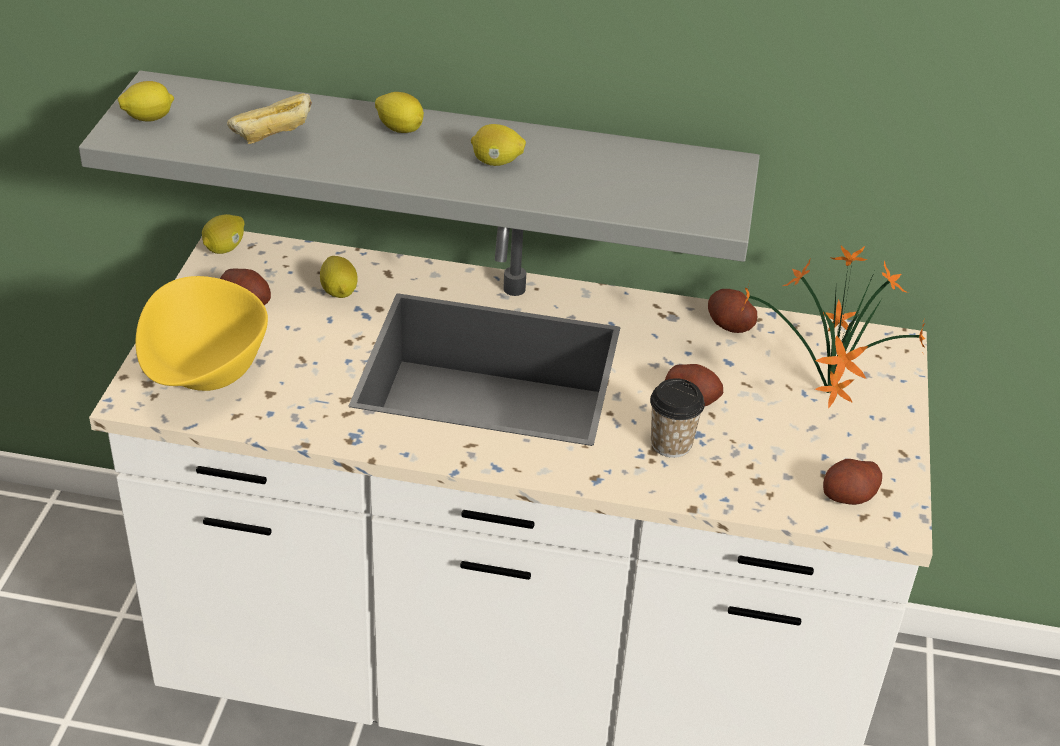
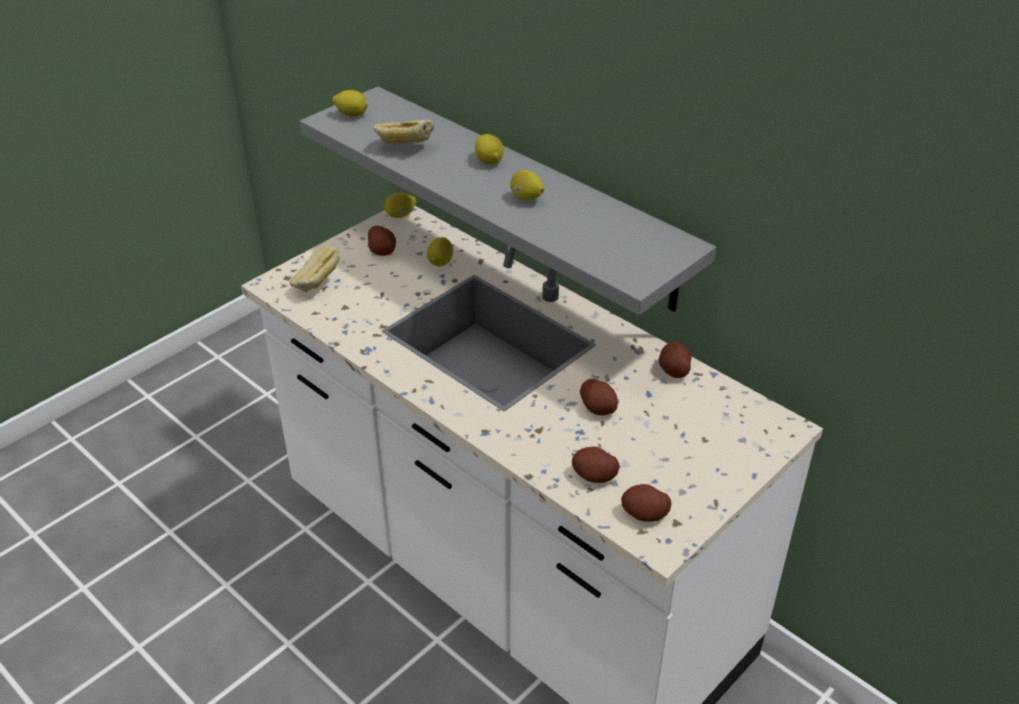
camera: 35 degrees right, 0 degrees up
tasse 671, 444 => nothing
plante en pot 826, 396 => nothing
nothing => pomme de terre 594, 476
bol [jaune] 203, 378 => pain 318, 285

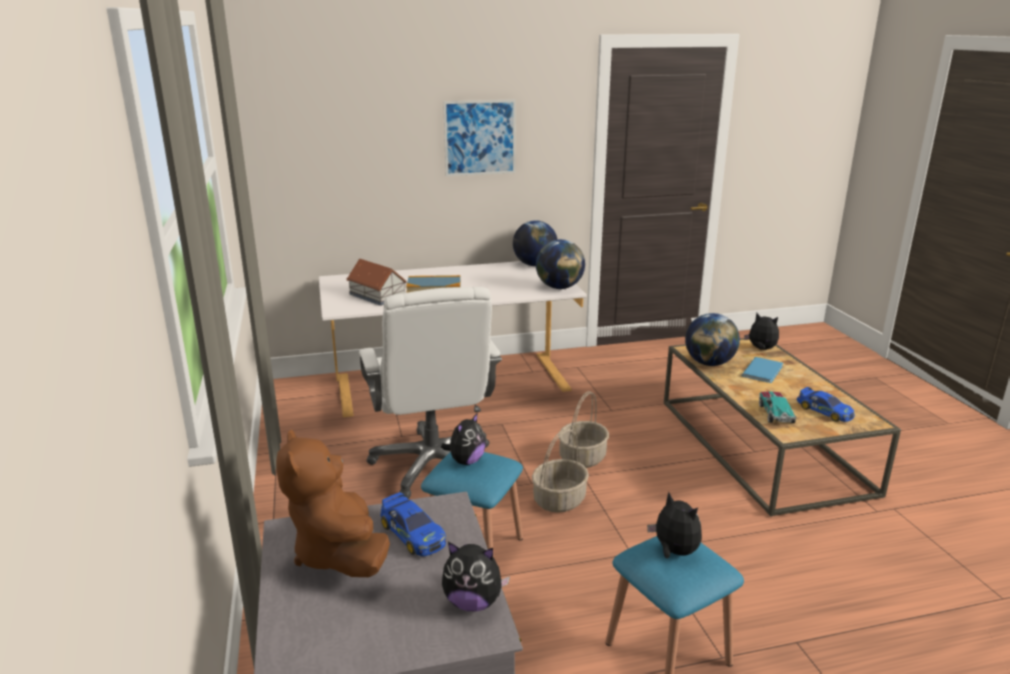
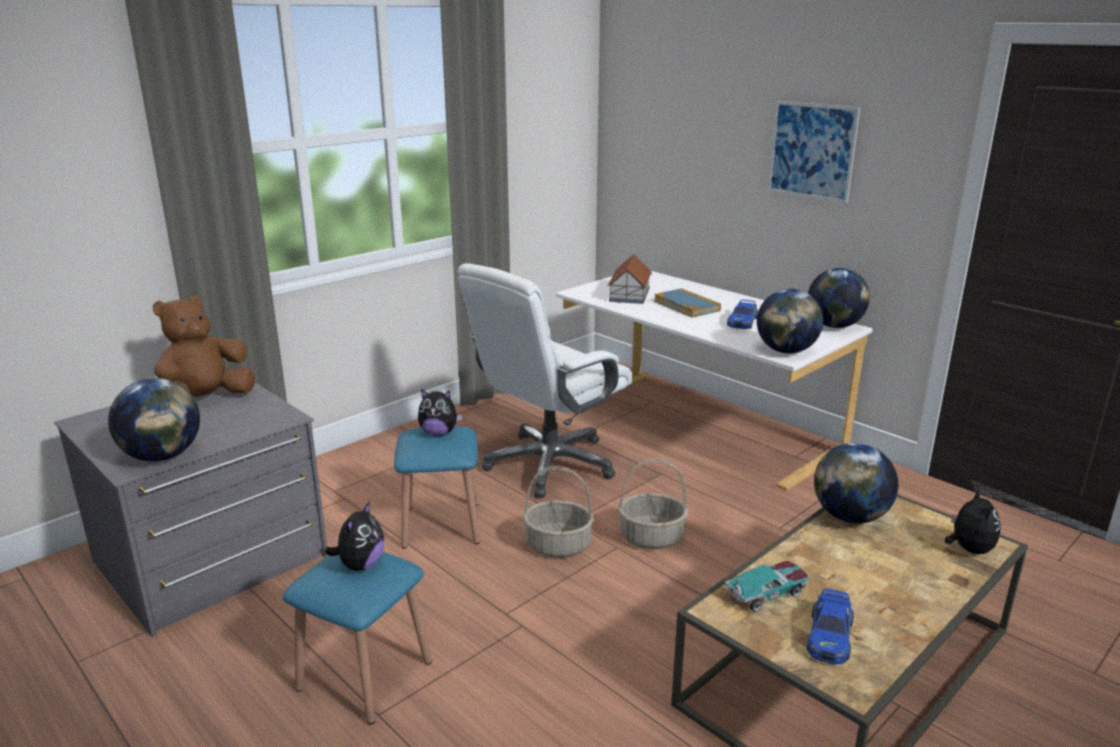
camera: 60 degrees right, 0 degrees up
livre [bleu] 764, 370 => nothing
petite voiture 412, 533 => petite voiture 742, 321, move
peluche 473, 602 => globe 162, 456

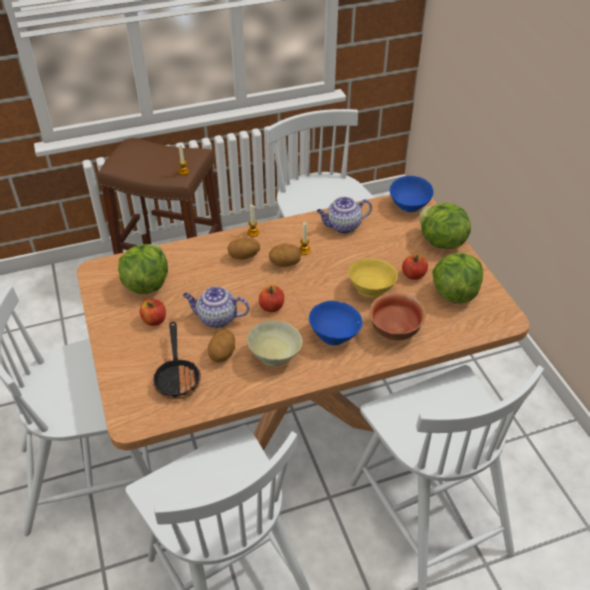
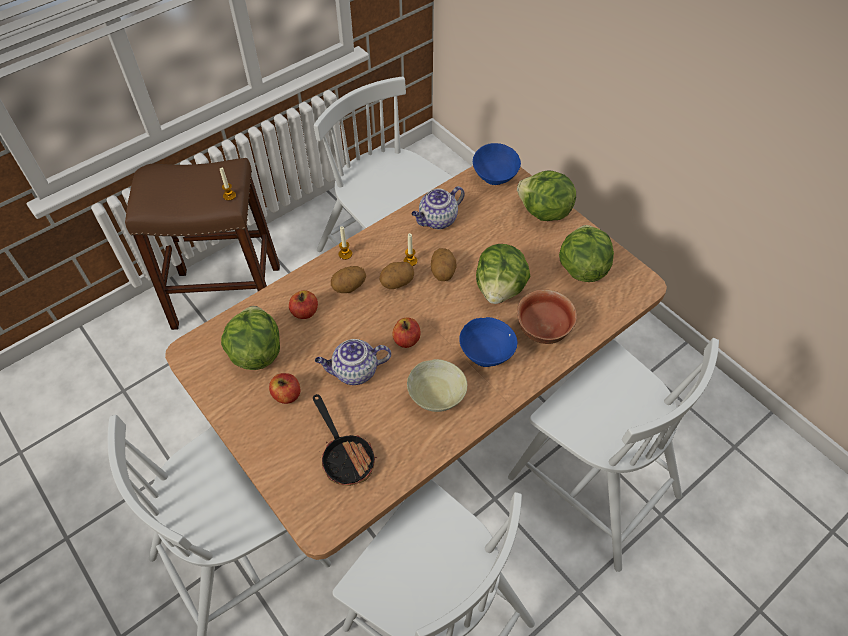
camera: 20 degrees left, 10 degrees up
pomme de terre 223, 354 => pomme de terre 443, 272, move
pomme 413, 275 => pomme 305, 312, move
bol [jaune] 371, 290 => laitue 500, 289

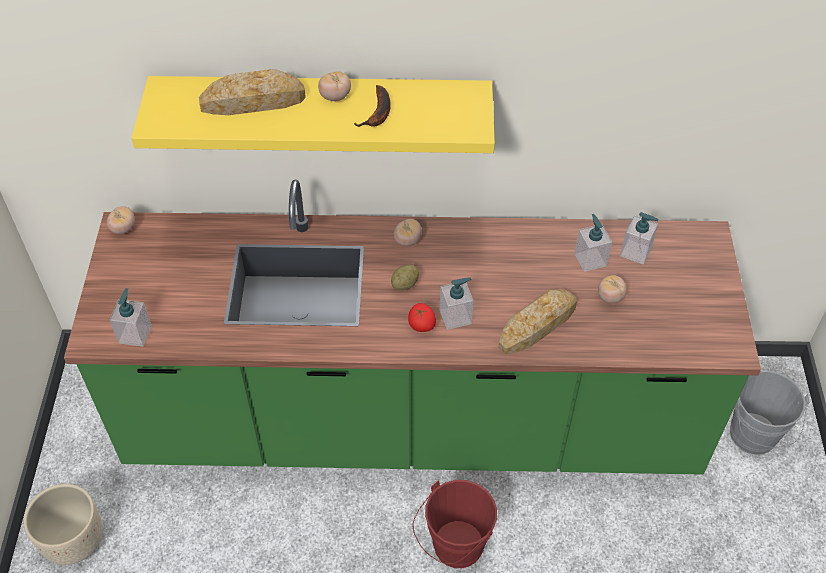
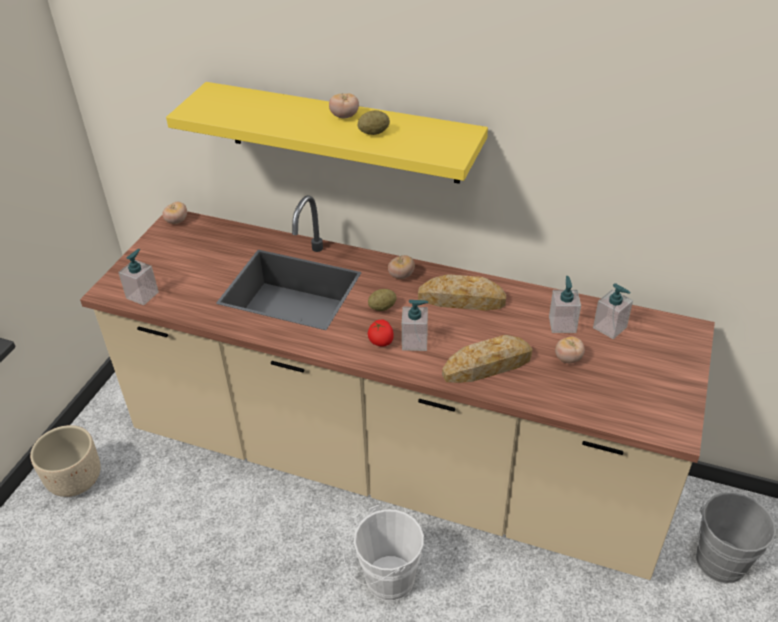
camera: 20 degrees right, 10 degrees down
pain 253, 101 => pain 461, 299, move
banane 378, 113 => pomme de terre 374, 133
comptoir de cuisine [vert] 413, 421 => comptoir de cuisine [beige] 393, 462
seau [rouge] 454, 548 => seau [blanc] 384, 581

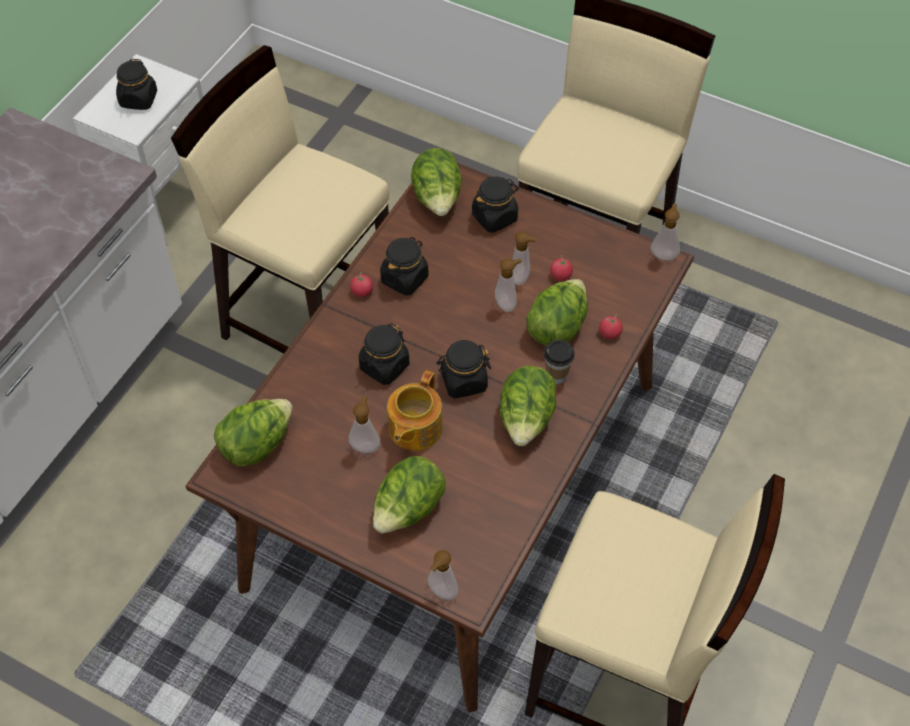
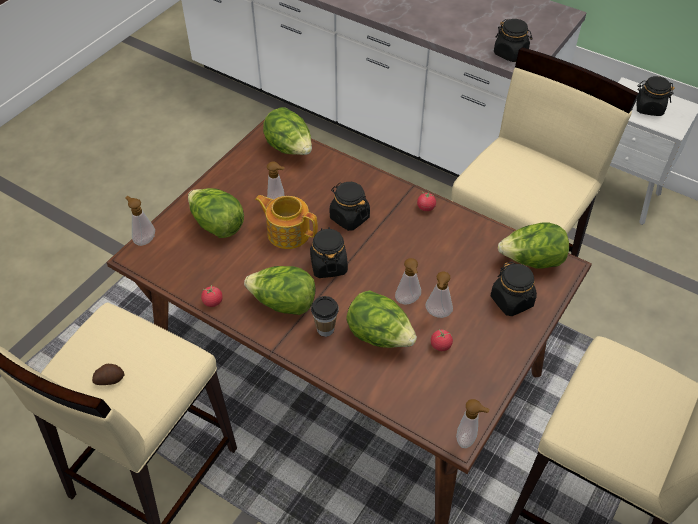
camera: 95 degrees right, 5 degrees down
nothing => pomme de terre 109, 379
bocal [noir] 404, 278 => bocal [noir] 510, 53, move
tomate 610, 333 => tomate 213, 302, move

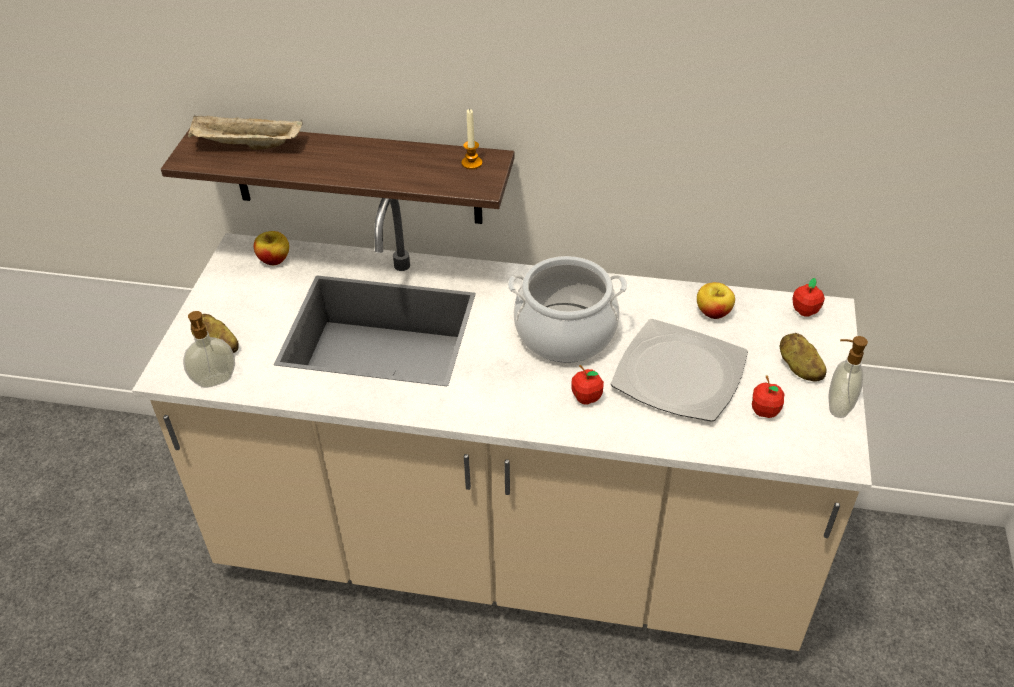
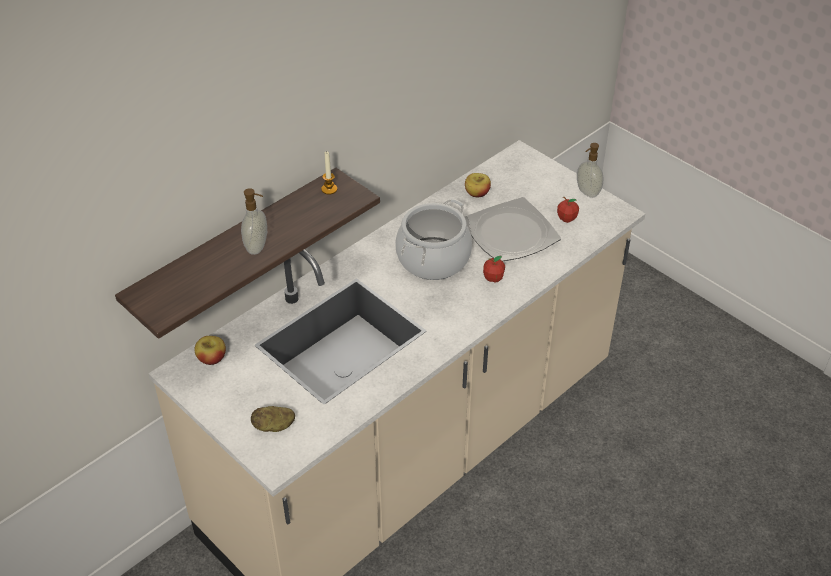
camera: 55 degrees left, 0 degrees up
plateau [beige] 246, 146 => nothing
pomme de terre 799, 368 => nothing
pomme 805, 311 => nothing
distributeur de savon 215, 381 => distributeur de savon 257, 247, move

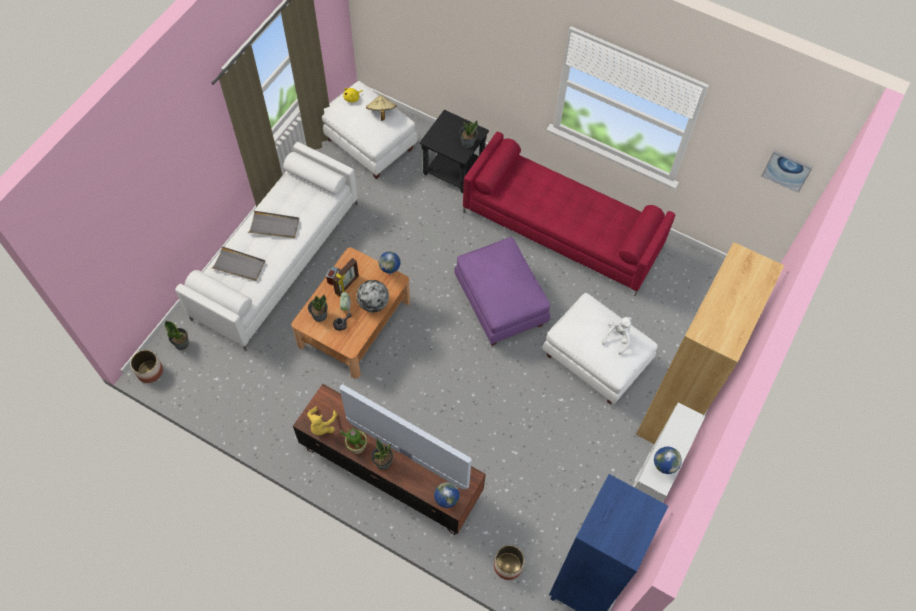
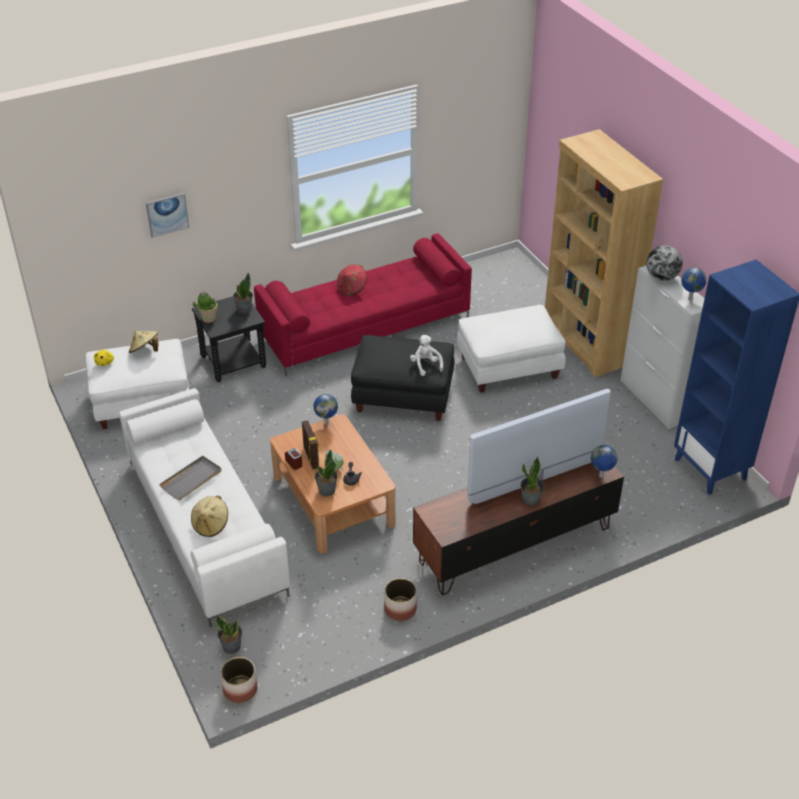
camera: 55 degrees left, 20 degrees down
peluche [jaune] 322, 426 => nothing
nothing => chapeau [rouge] 352, 288
plante en pot 357, 446 => plante en pot 208, 318, move
globe 373, 303 => globe 661, 277, move
cache-pot 507, 565 => cache-pot 400, 609, move
peluche [blanc] 617, 338 => peluche [blanc] 425, 365, move
tableau 787, 170 => tableau 167, 214, move
plateau [gris] 239, 265 => chapeau [beige] 211, 525
pouf [violet] 501, 304 => pouf [noir] 404, 396

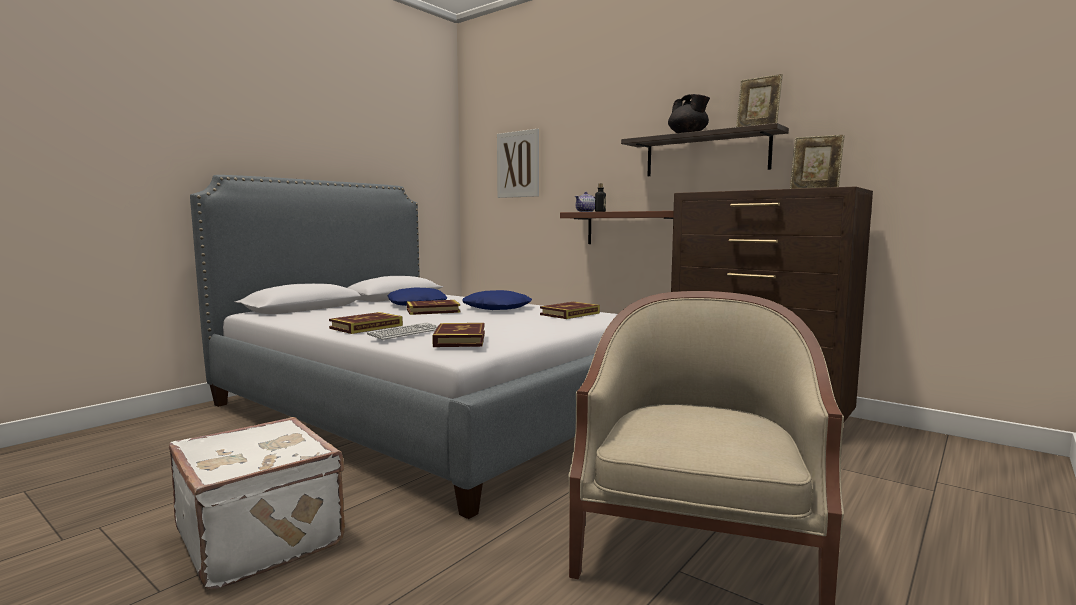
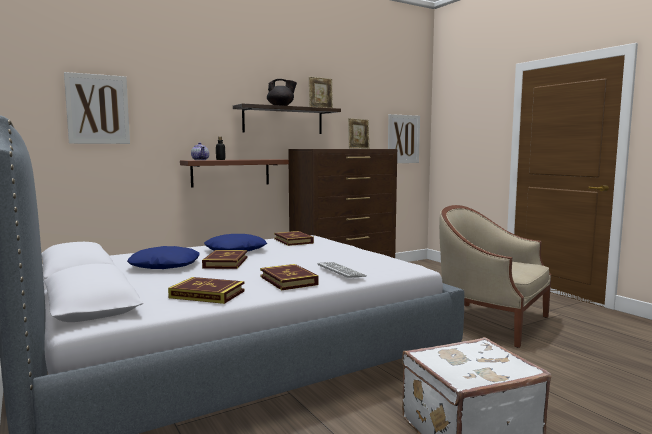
camera: 70 degrees left, 0 degrees up
nothing => tableau 403, 139
livre 460, 339 => livre 207, 294, move

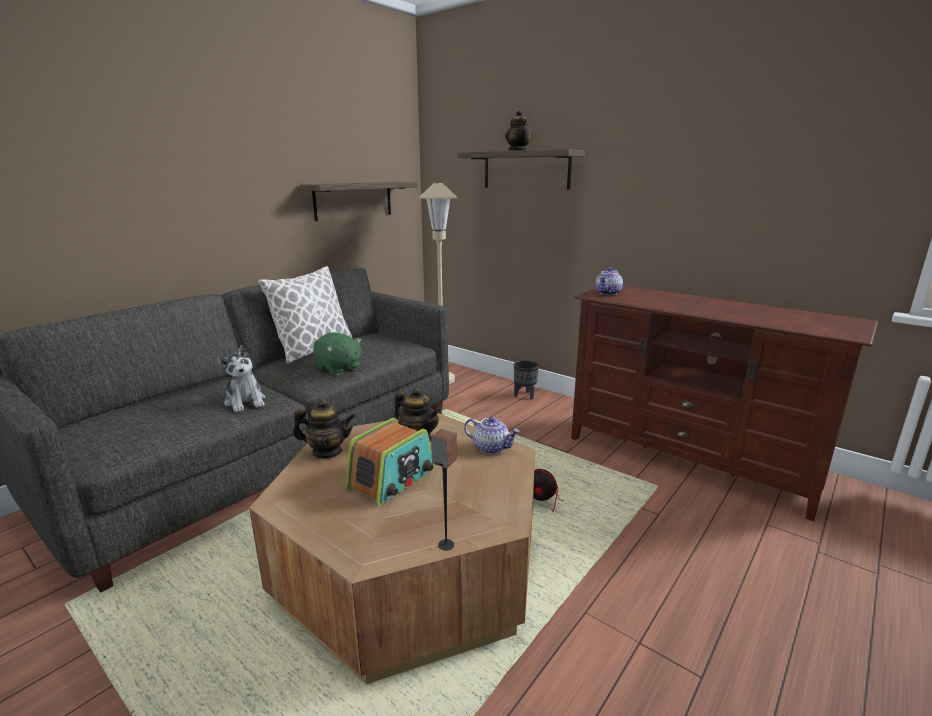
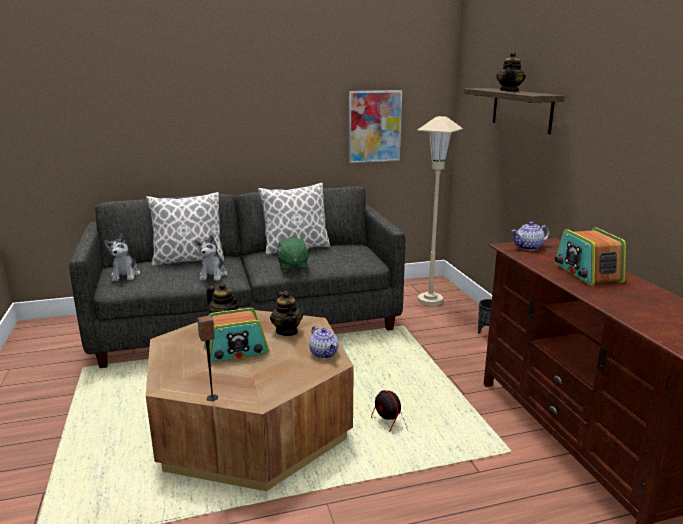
camera: 35 degrees right, 0 degrees up
nothing => peluche 125, 275
nothing => coussin 188, 260
nothing => radio 587, 273
étagère 353, 200 => tableau 374, 126

